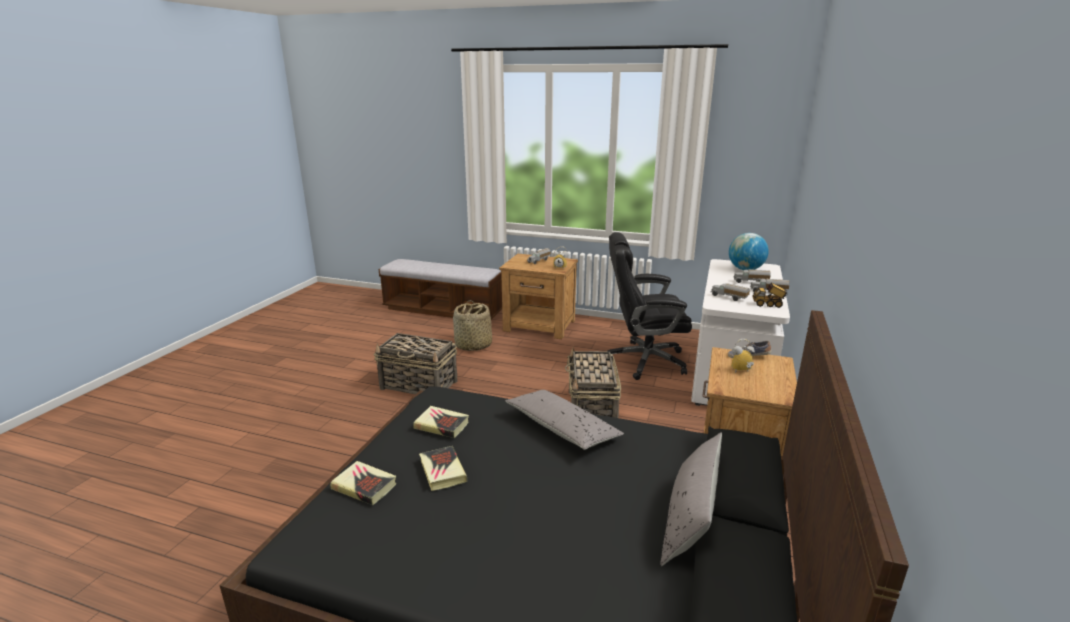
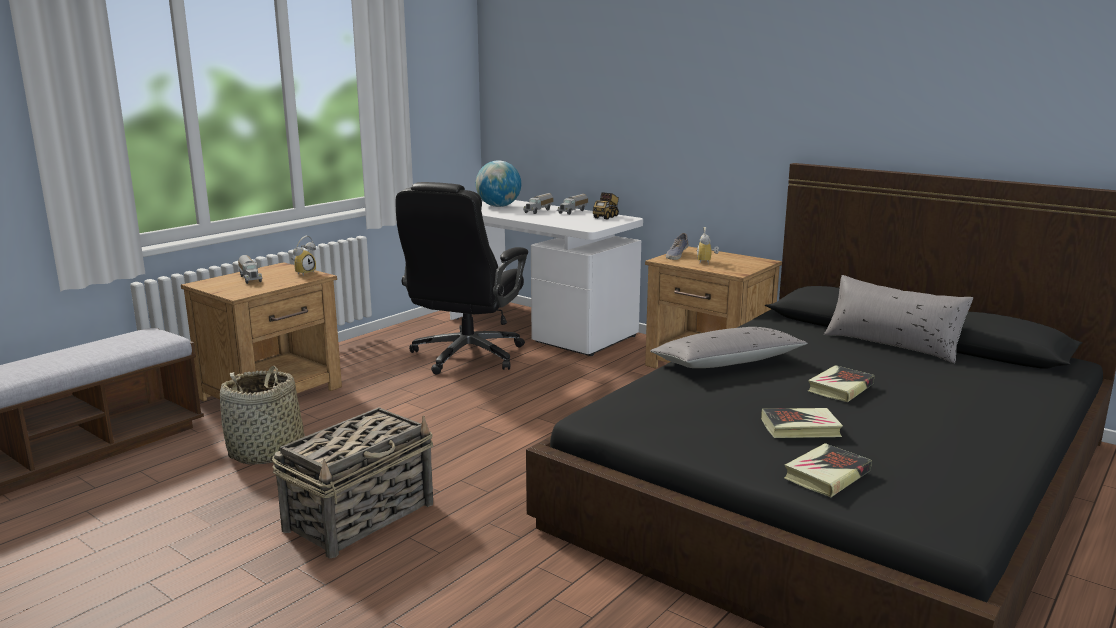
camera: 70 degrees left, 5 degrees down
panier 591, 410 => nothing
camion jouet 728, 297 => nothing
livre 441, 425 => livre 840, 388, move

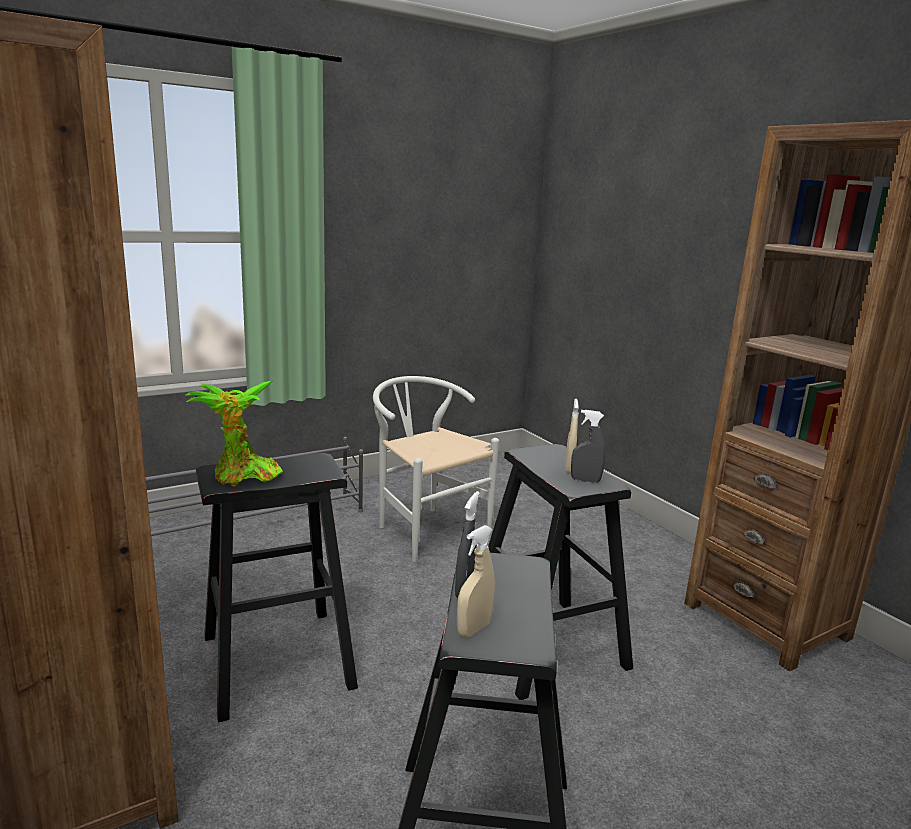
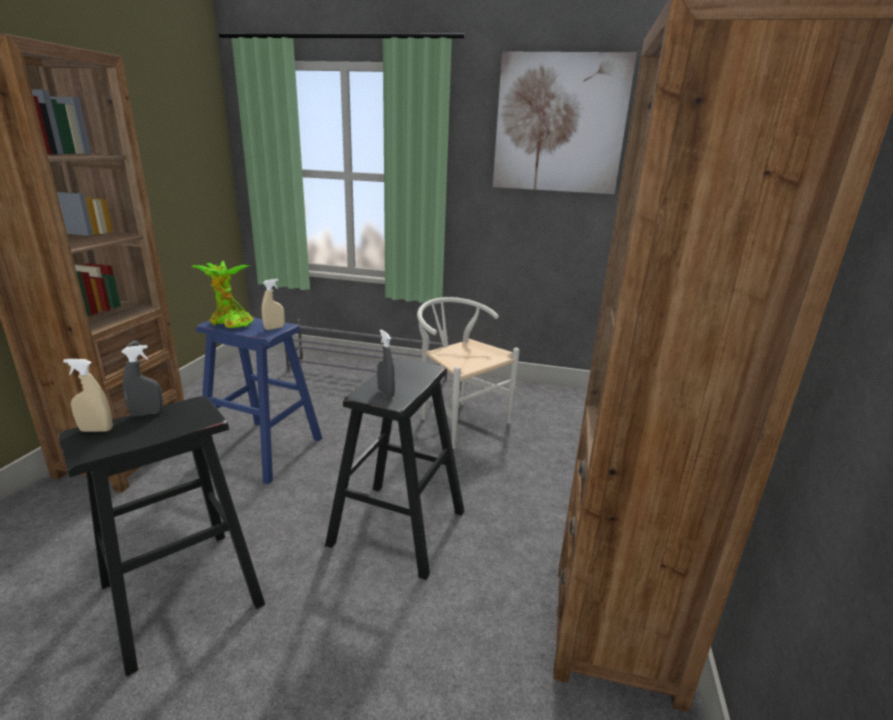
camera: 45 degrees right, 5 degrees up
nothing => tableau 559, 124
vaporisateur [beige] 569, 468 => vaporisateur [beige] 274, 328, move
tabouret [noir] 278, 661 => tabouret [bleu] 263, 450
chaise [blanc] 425, 529 => chaise [blanc] 458, 420, 45 degrees counterclockwise

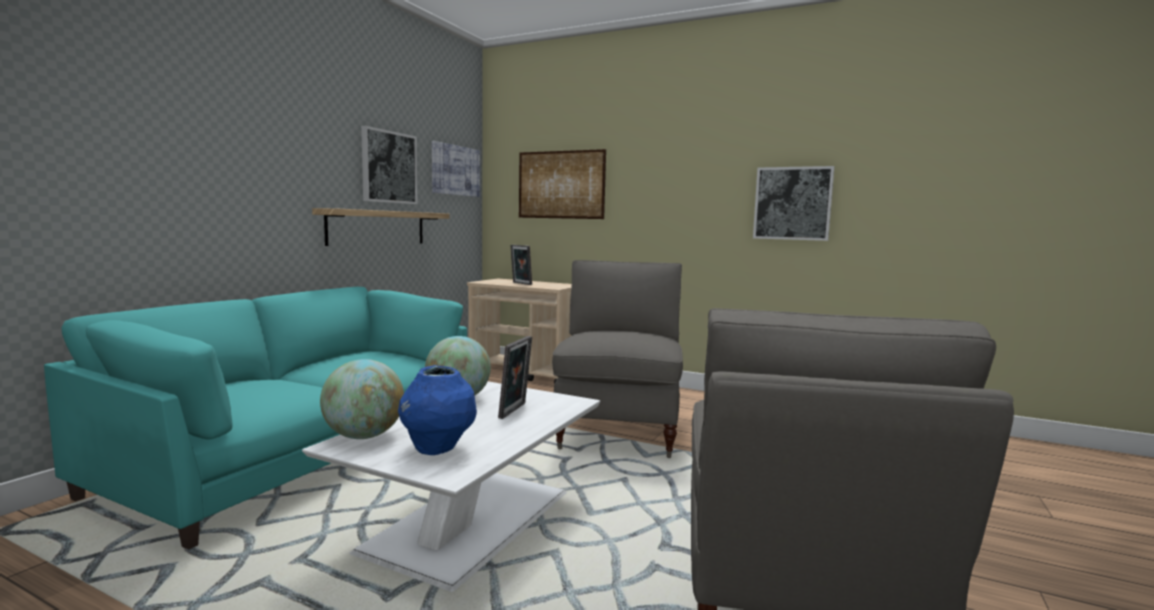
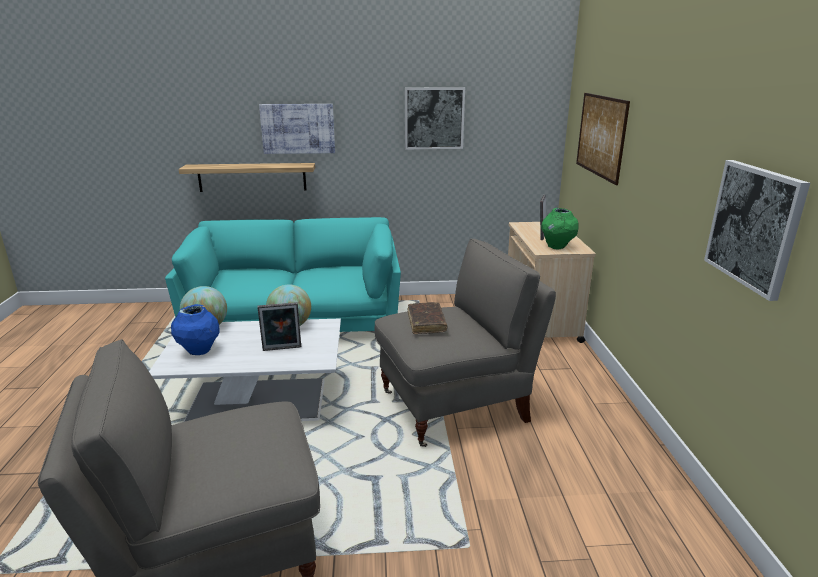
camera: 60 degrees right, 15 degrees up
nothing => livre [marron] 426, 323
nothing => vase [vert] 557, 247
étagère 377, 227 => étagère 252, 177, move
tableau 455, 170 => tableau 298, 128, move

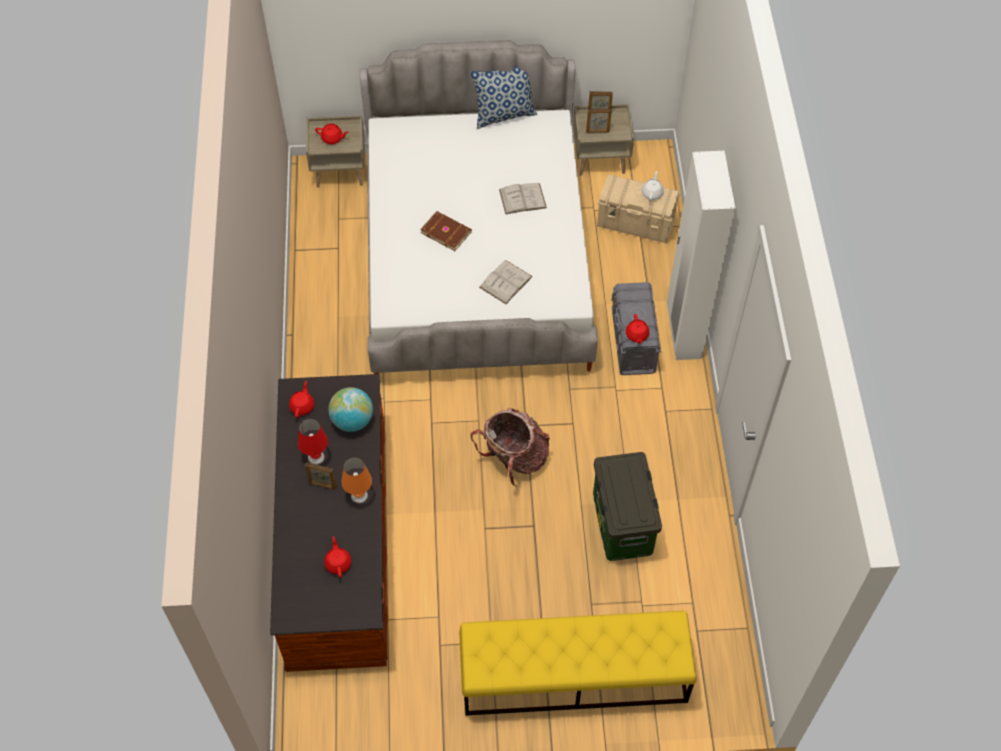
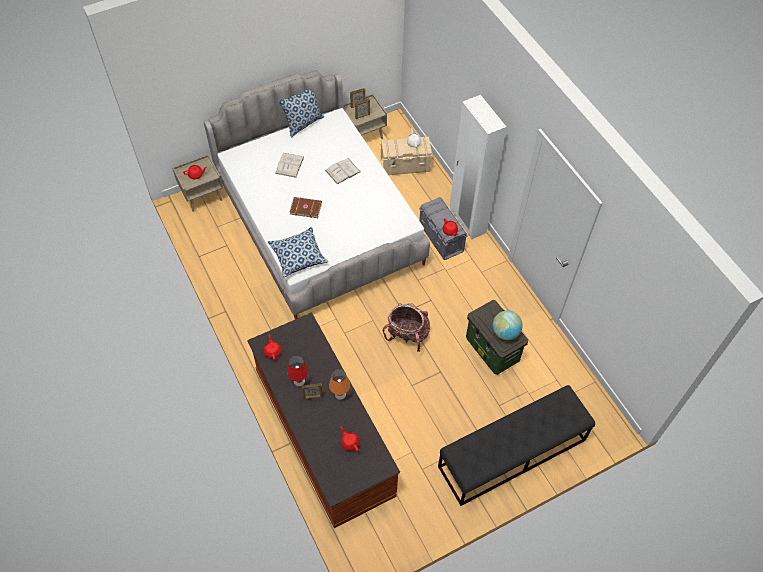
camera: 25 degrees left, 0 degrees up
nothing => coussin 298, 256
globe 352, 420 => globe 505, 332, move
livre [blanc] 505, 282 => livre [blanc] 289, 165, move
banc [jaune] 573, 676 => banc [noir] 511, 453

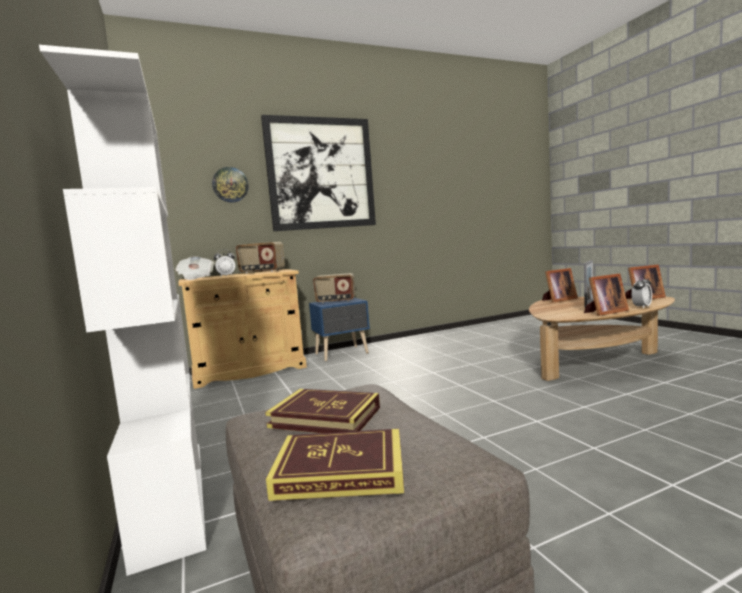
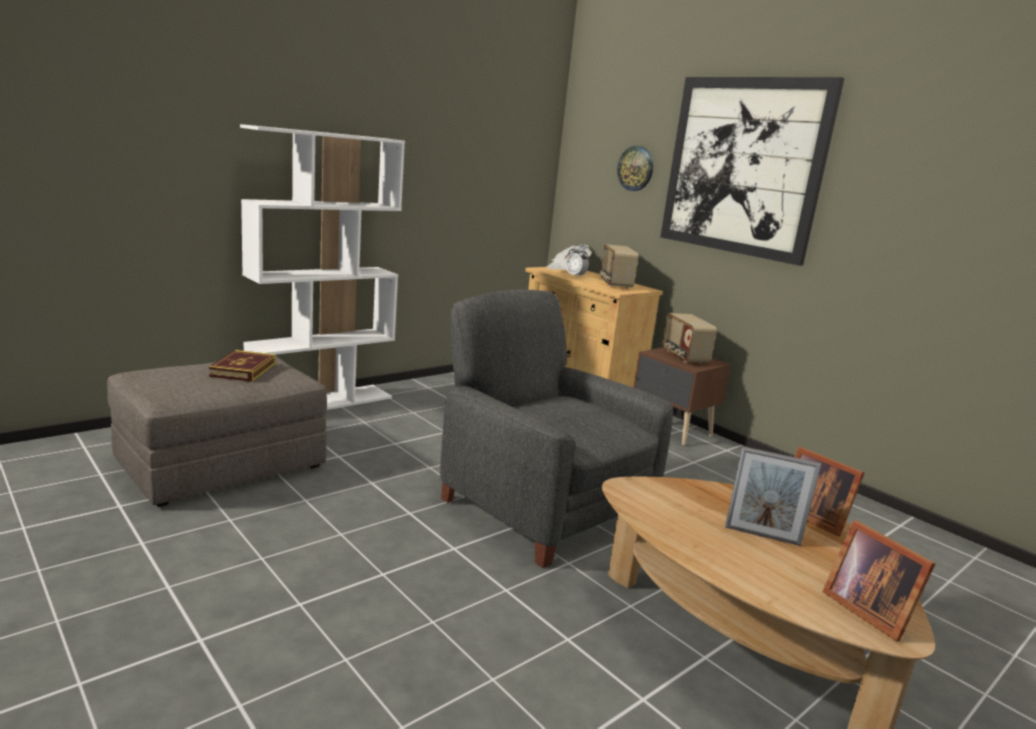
camera: 70 degrees right, 10 degrees up
livre 340, 471 => nothing
cadre photo 605, 312 => nothing
réveil 641, 307 => nothing
nothing => fauteuil [gris] 543, 507
table de chevet [bleu] 342, 354 => table de chevet [marron] 672, 430

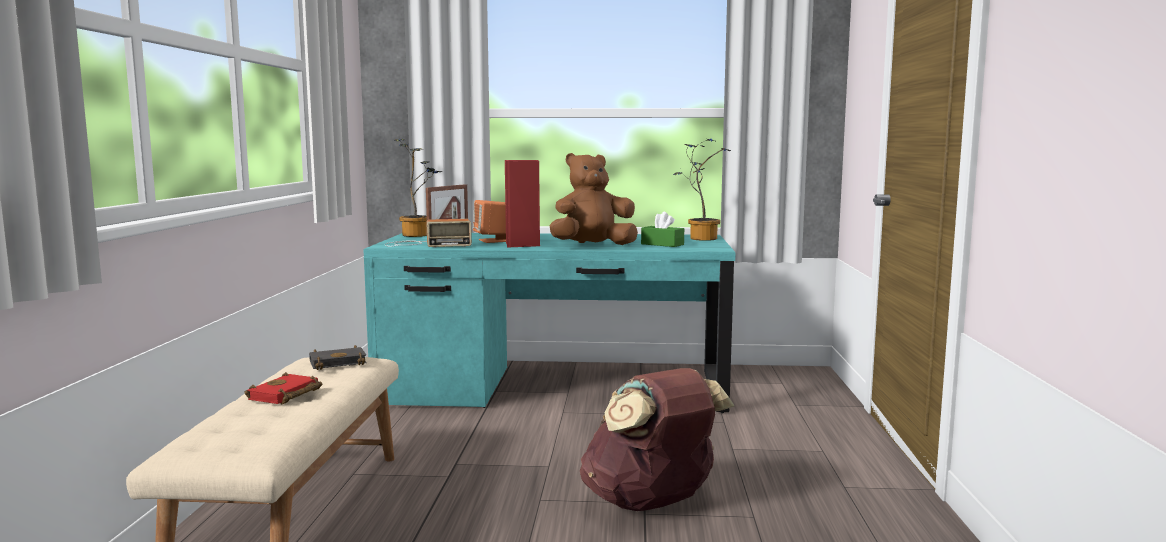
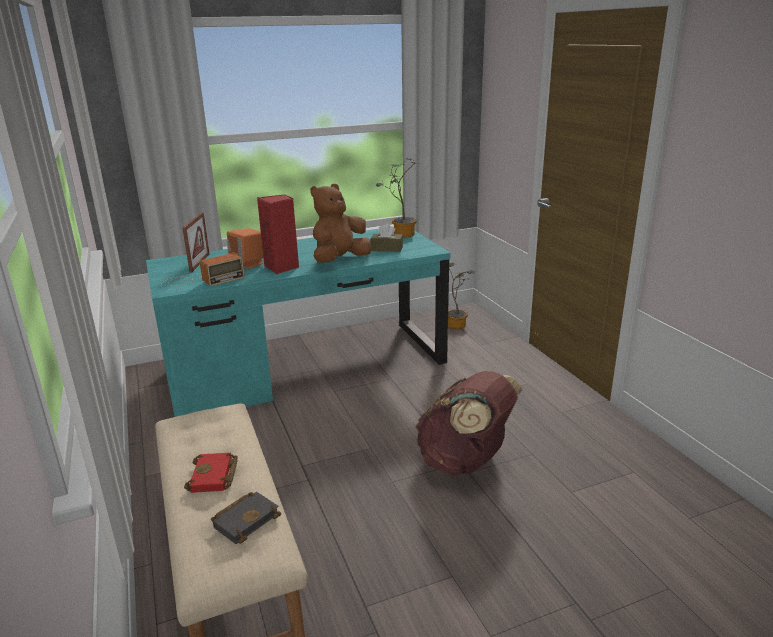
camera: 25 degrees left, 15 degrees up
livre [noir] 339, 362 => livre [noir] 246, 519, move
plante en pot 419, 235 => plante en pot 457, 324, move
boîte à mouchoirs [vert] 662, 244 => boîte à mouchoirs [marron] 386, 249

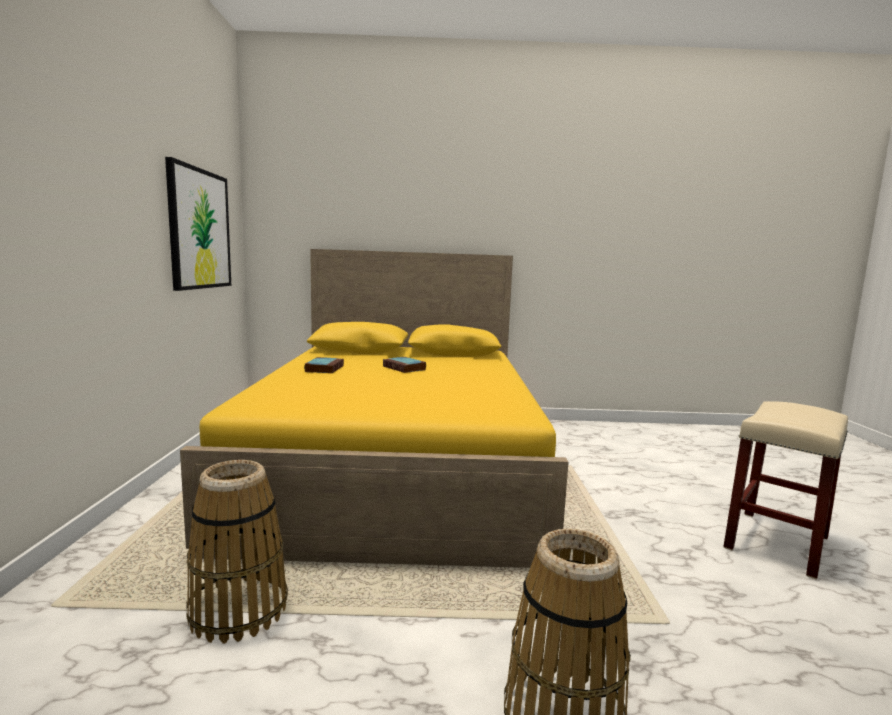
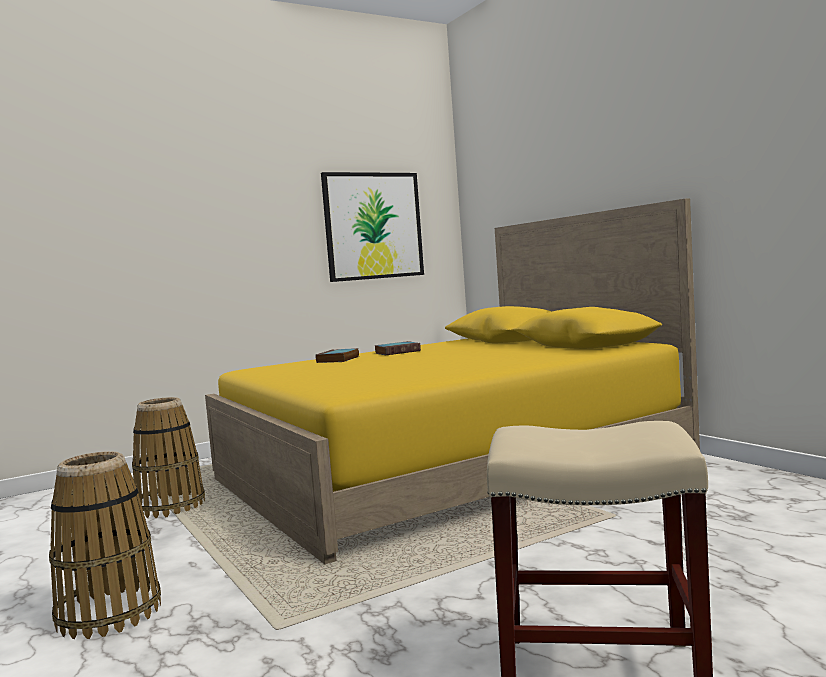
camera: 60 degrees right, 5 degrees down
livre 405, 368 => livre 338, 359, move

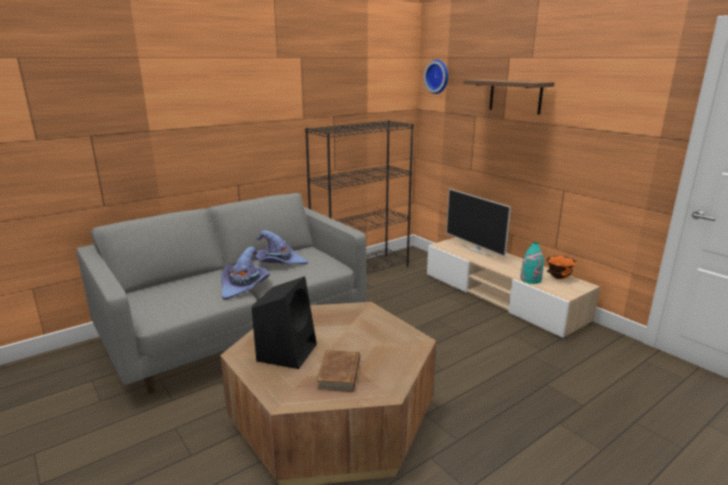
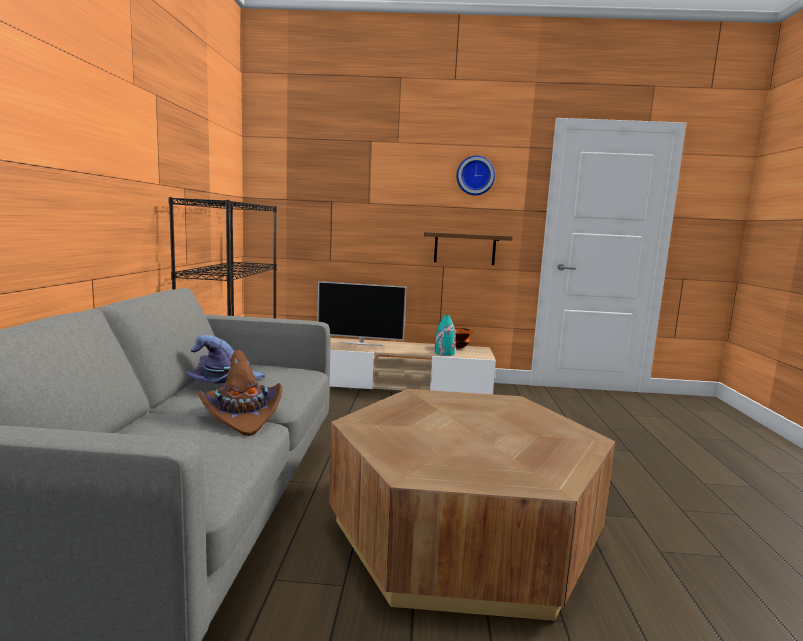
camera: 50 degrees left, 10 degrees down
enceinte [noir] 287, 351 => nothing
livre [marron] 339, 374 => nothing
horloge murale 438, 76 => horloge murale 475, 176, move
étagère [marron] 515, 96 => étagère [marron] 464, 248, move
chapeau [violet] 244, 286 => chapeau [marron] 242, 416

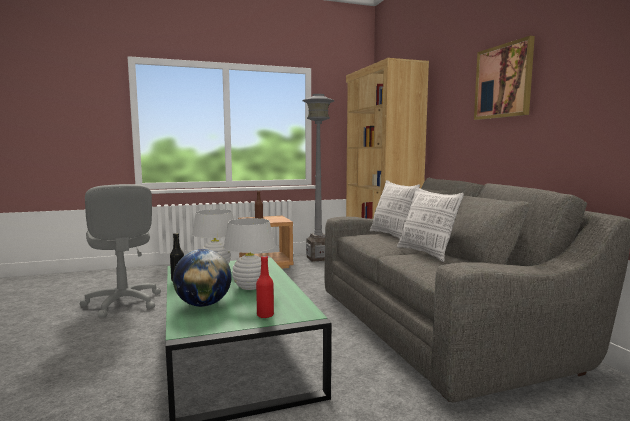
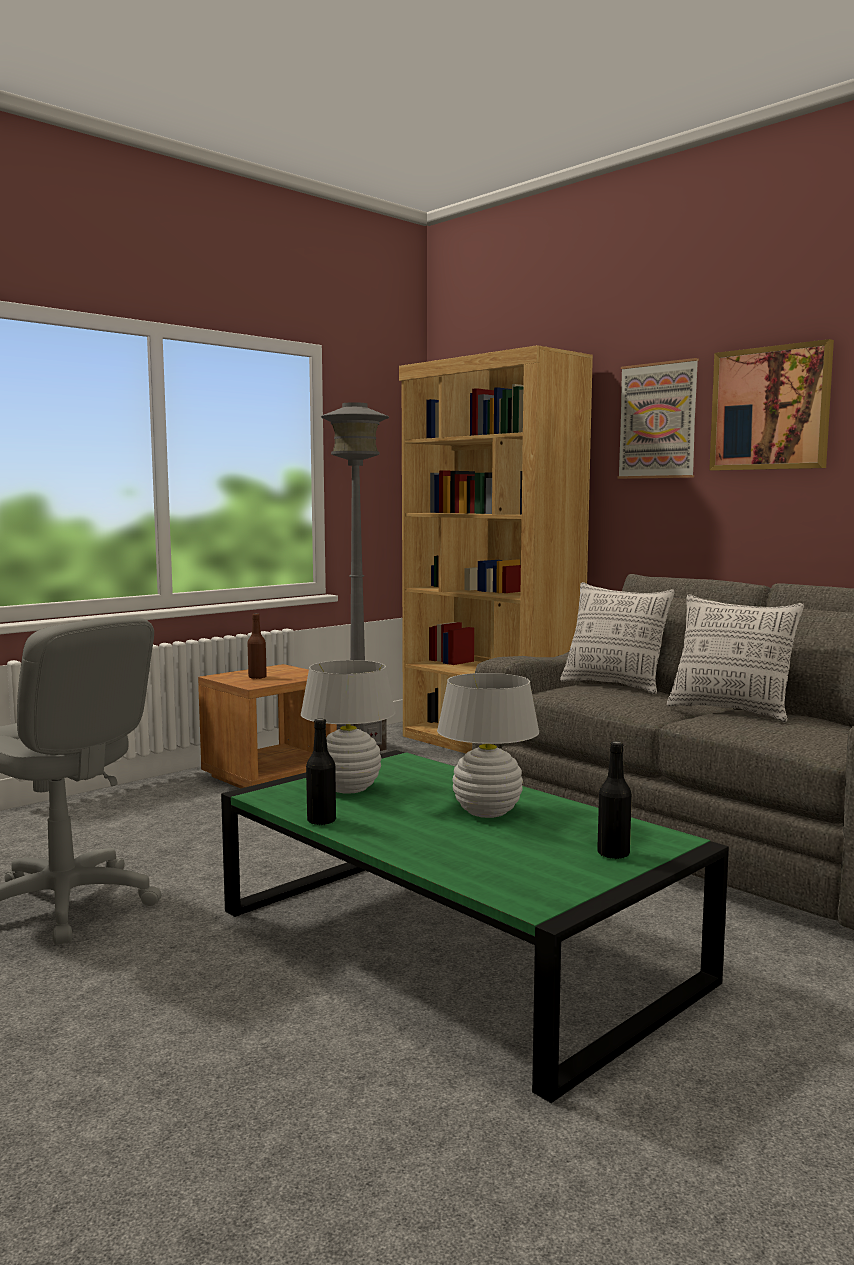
camera: 25 degrees left, 0 degrees up
globe 203, 304 => nothing
nothing => tableau 658, 421
bouteille [rouge] 265, 315 => bouteille [noir] 613, 854

